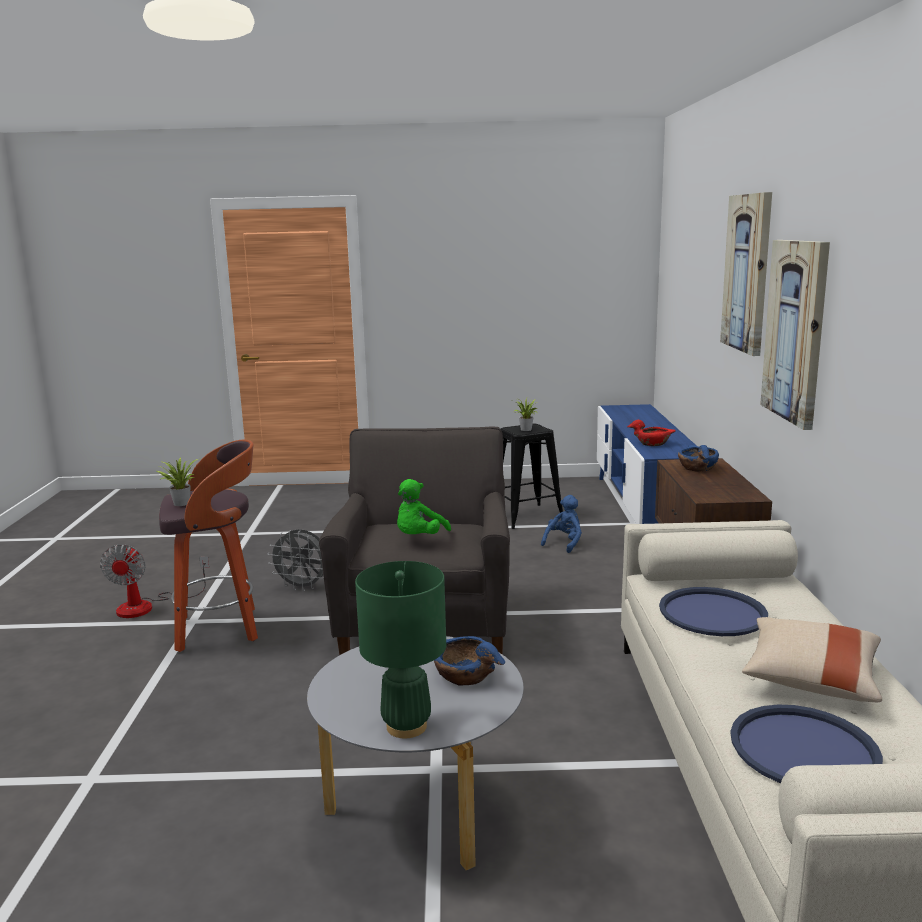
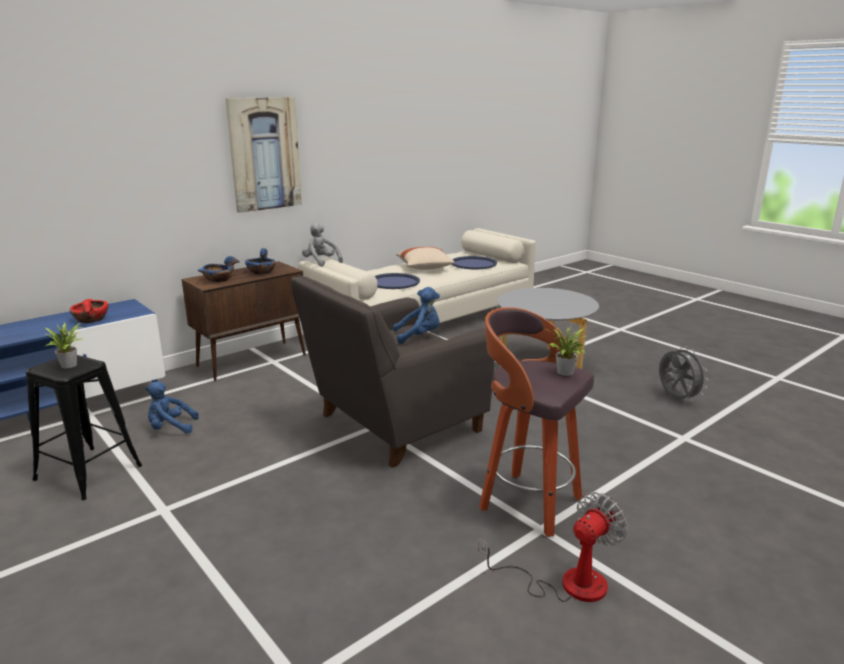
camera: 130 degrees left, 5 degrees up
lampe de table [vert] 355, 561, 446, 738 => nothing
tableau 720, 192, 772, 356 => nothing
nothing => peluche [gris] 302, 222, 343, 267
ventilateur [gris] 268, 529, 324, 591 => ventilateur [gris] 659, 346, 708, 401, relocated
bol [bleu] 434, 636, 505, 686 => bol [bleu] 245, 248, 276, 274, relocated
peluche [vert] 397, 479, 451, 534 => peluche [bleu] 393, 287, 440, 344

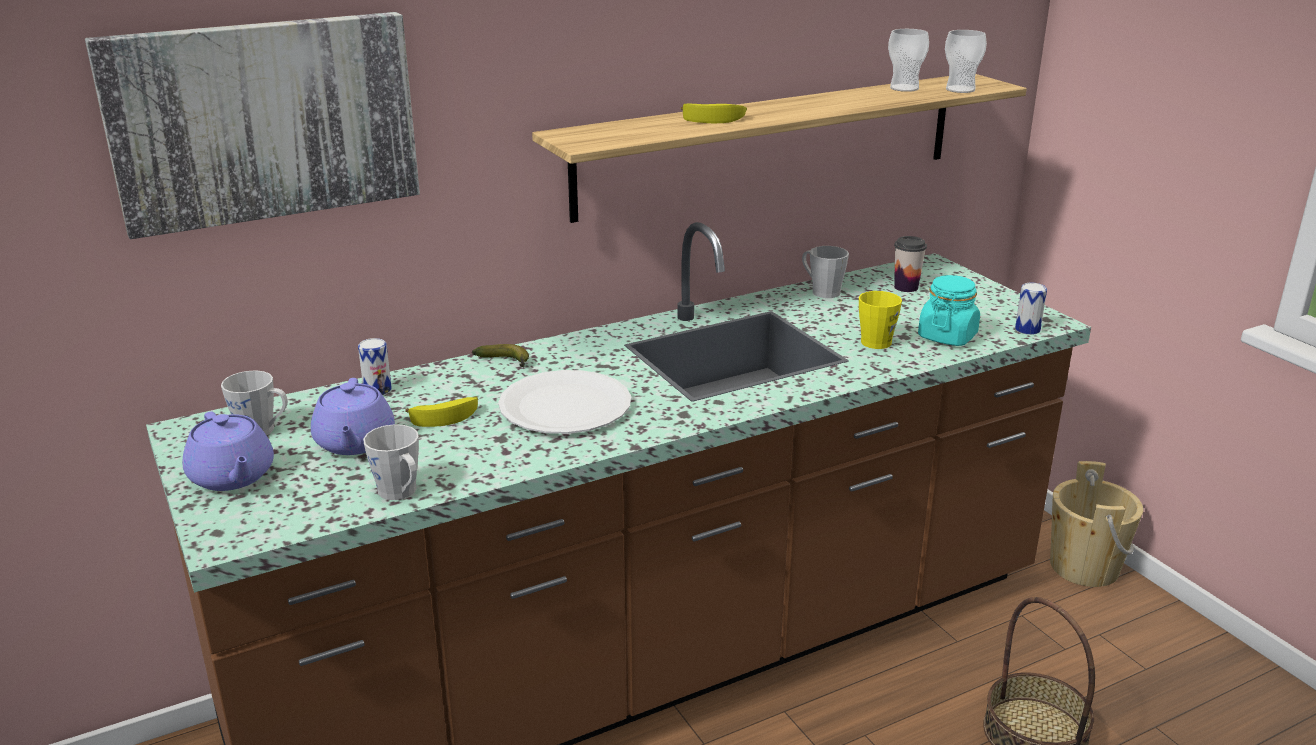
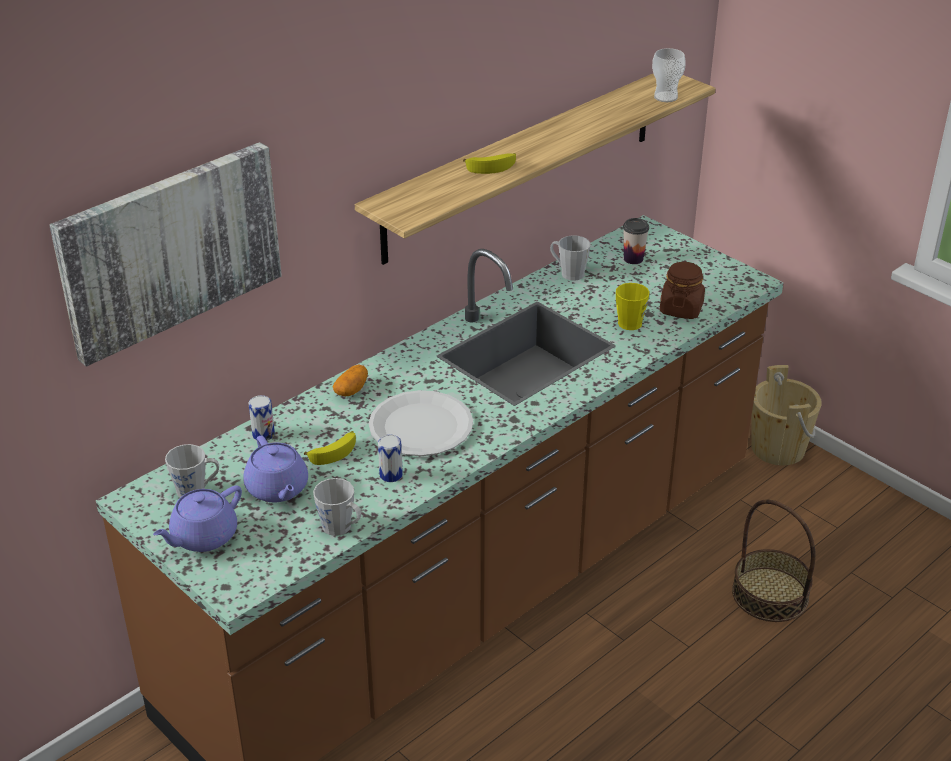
camera: 15 degrees left, 10 degrees up
tasse 888, 29, 929, 92 => nothing
boîte métallique 1015, 283, 1047, 335 => boîte métallique 378, 435, 403, 482, relocated
banane 472, 344, 529, 367 => pomme de terre 333, 364, 368, 396
bocal [turquoise] 918, 275, 980, 346 => bocal [marron] 660, 262, 705, 319
théière [violet] 183, 411, 274, 491 => théière [violet] 153, 485, 242, 552, 90 degrees clockwise

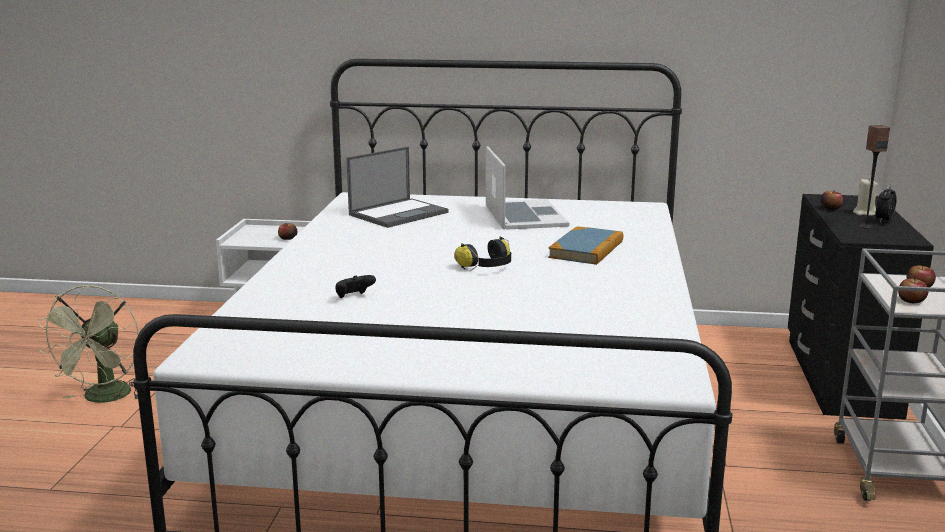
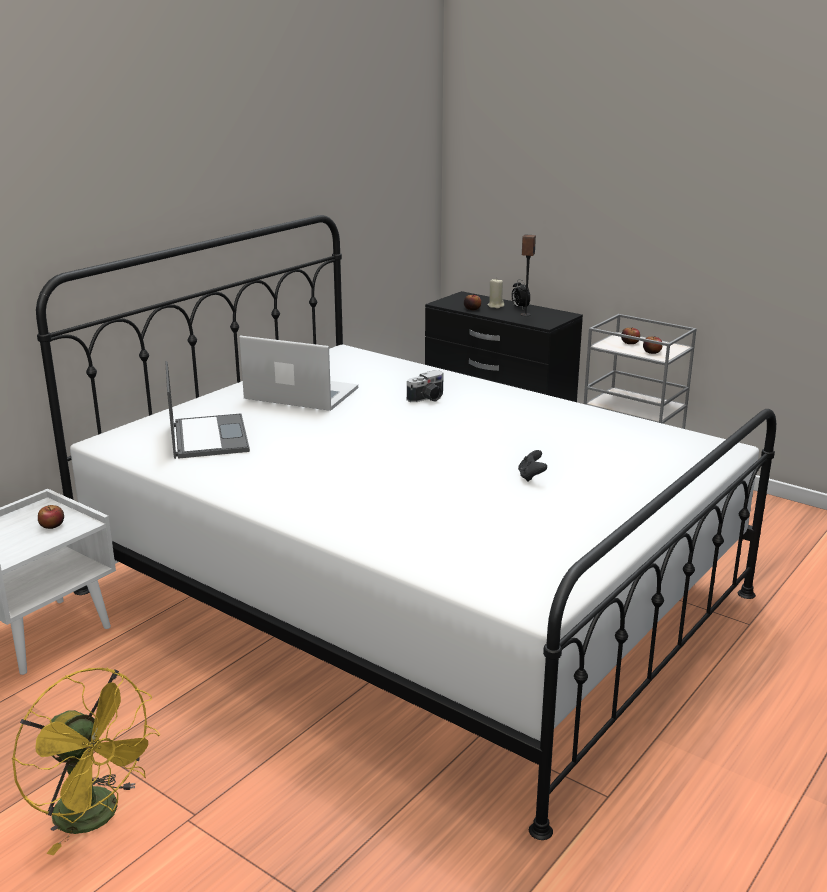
camera: 60 degrees left, 5 degrees up
casque audio 454, 237, 511, 271 => nothing
manette [noir] 335, 275, 376, 298 => manette [noir] 518, 450, 547, 482, relocated
livre 548, 226, 623, 265 => appareil photo 407, 370, 444, 402
ventilateur [vert] 38, 285, 139, 403 => ventilateur [jaune] 12, 668, 160, 855

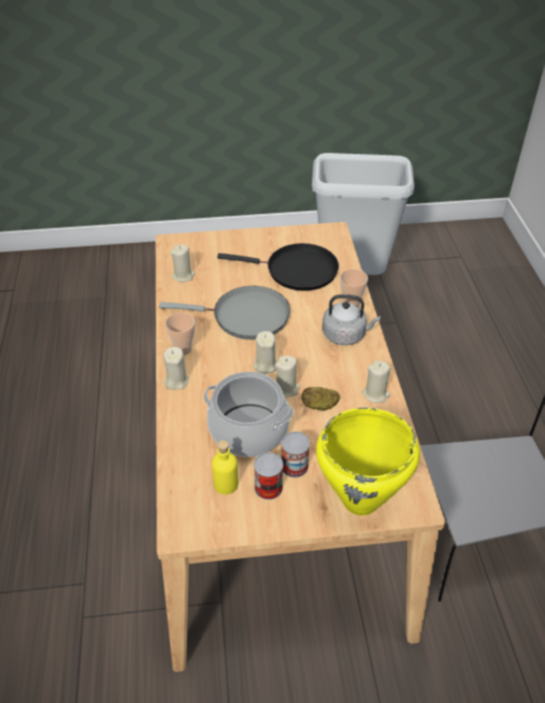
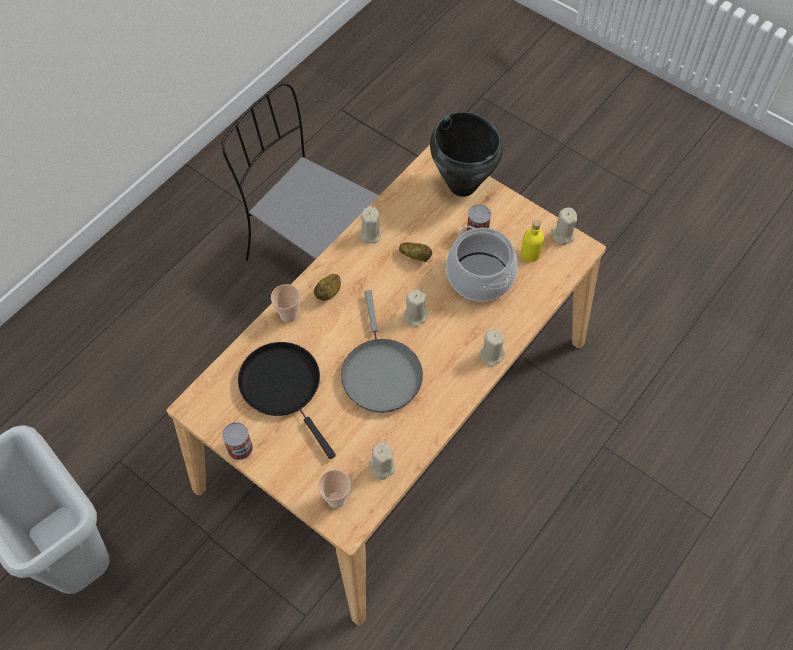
camera: 135 degrees left, 15 degrees up
tasse 165, 312, 195, 355 => tasse 318, 470, 351, 508, relocated
boîte métallique 254, 452, 283, 500 => boîte métallique 222, 422, 253, 460, relocated
bougie [beige] 275, 355, 300, 398 => bougie [beige] 551, 208, 577, 245, relocated
bouilloire [gris] 322, 294, 381, 345 => pomme de terre 314, 274, 341, 301
marmite [jaune] 316, 408, 420, 516 => marmite [noir] 430, 112, 503, 197
poêle [gris] 159, 286, 290, 340 => poêle [gris] 341, 290, 423, 413, 150 degrees counterclockwise

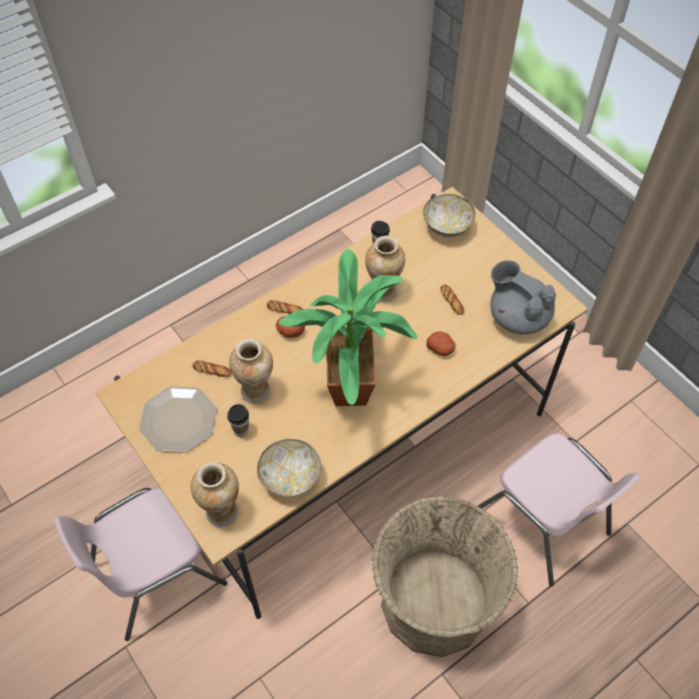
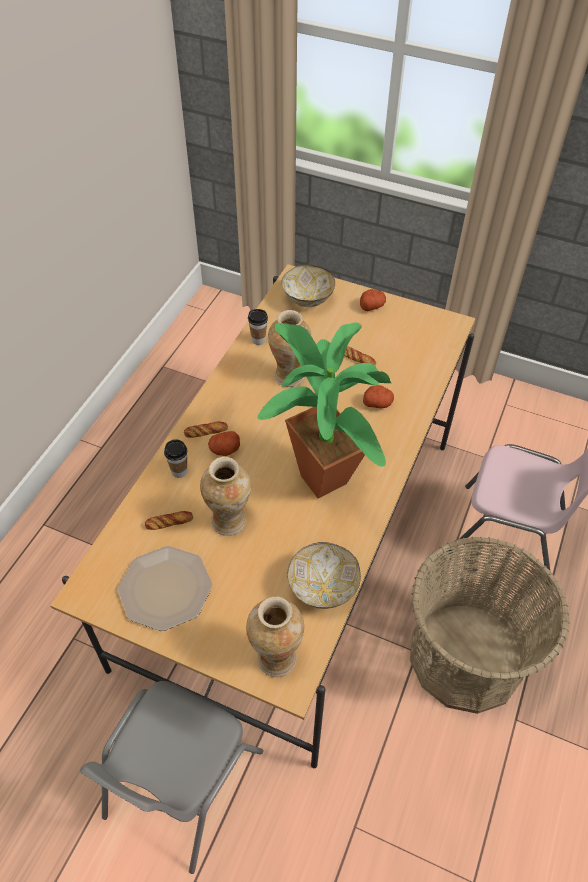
camera: 30 degrees left, 5 degrees down
théière [gris] 490, 260, 556, 334 => nothing
nothing => pomme de terre 360, 289, 386, 311
tasse 227, 404, 249, 437 => tasse 164, 439, 187, 478, relocated
chaise [rose] 53, 488, 228, 641 => chaise [gris] 80, 681, 263, 874

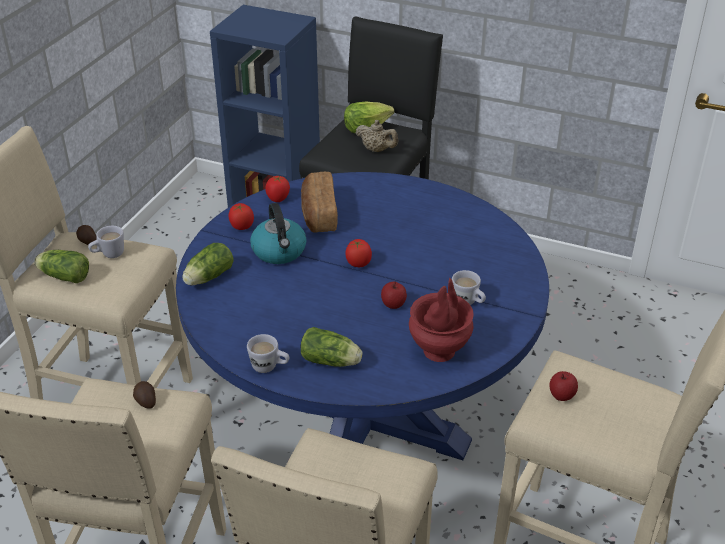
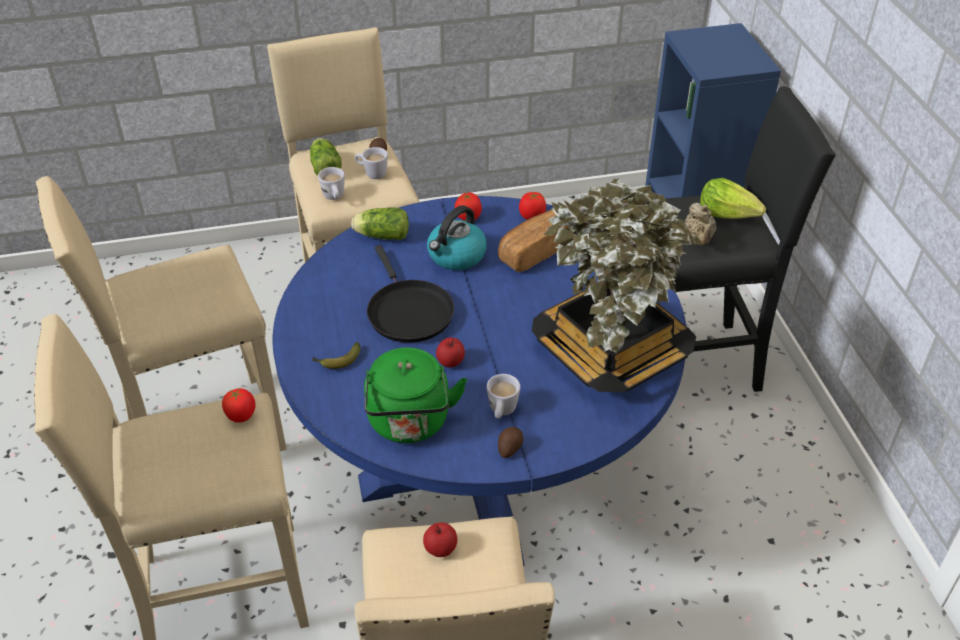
camera: 55 degrees right, 5 degrees up
nothing => poêle [noir] 367, 245, 454, 343
nothing => plante en pot 532, 179, 710, 392
pomme de terre 133, 381, 156, 409 => pomme de terre 498, 427, 523, 458, relocated
mug [blanc] 247, 334, 289, 373 => mug [blanc] 318, 167, 345, 200, relocated
tomate 345, 239, 372, 267 => tomate 222, 388, 256, 423, relocated
laitue 301, 327, 363, 367 => banane 312, 342, 361, 369
vase [rouge] 409, 278, 474, 362 => bouilloire [vert] 364, 347, 467, 443

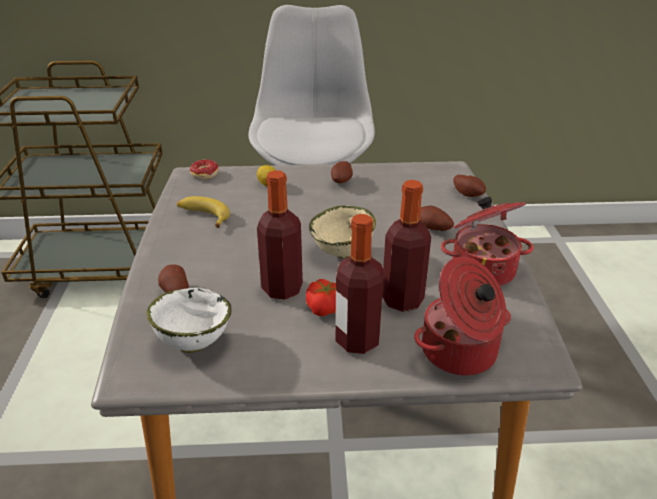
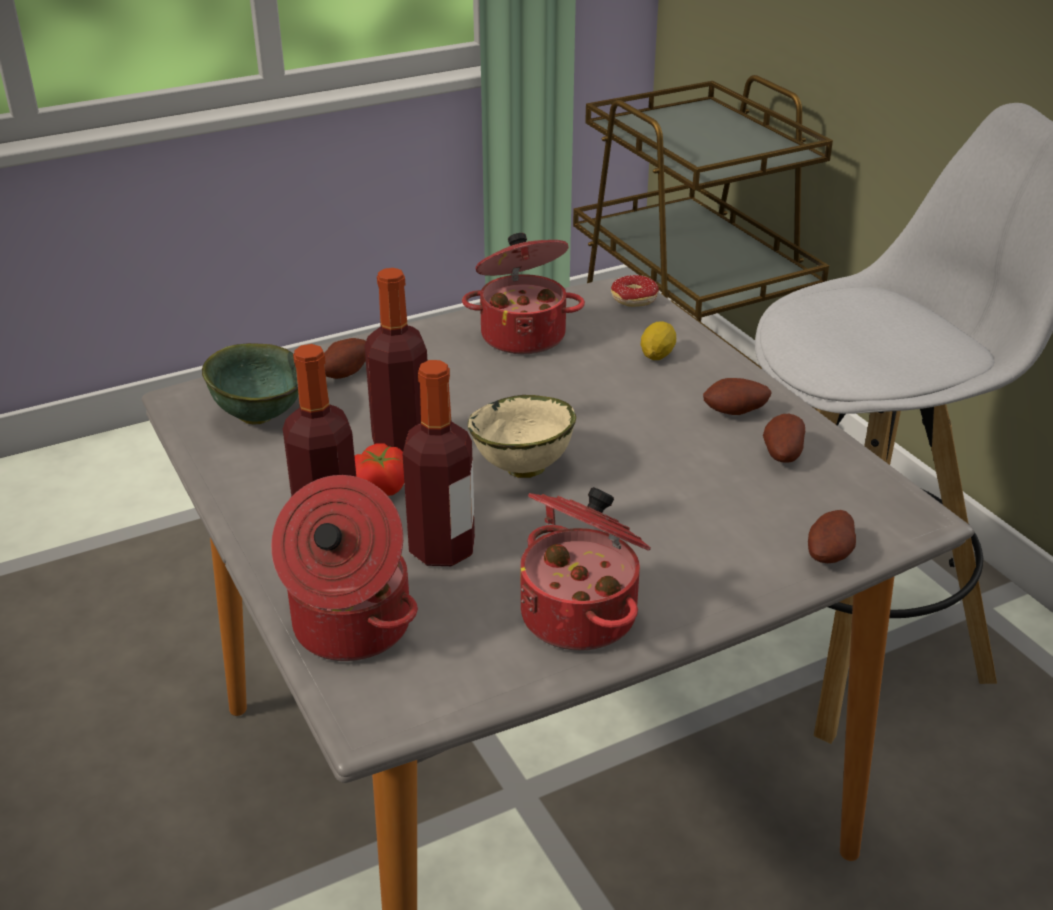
camera: 65 degrees right, 0 degrees up
pomme de terre 420, 206, 454, 231 => pomme de terre 763, 414, 805, 463, relocated
banane 177, 196, 230, 228 => marmite 462, 233, 585, 354
bol [blanc] 147, 288, 232, 353 => bol [vert] 202, 343, 299, 425

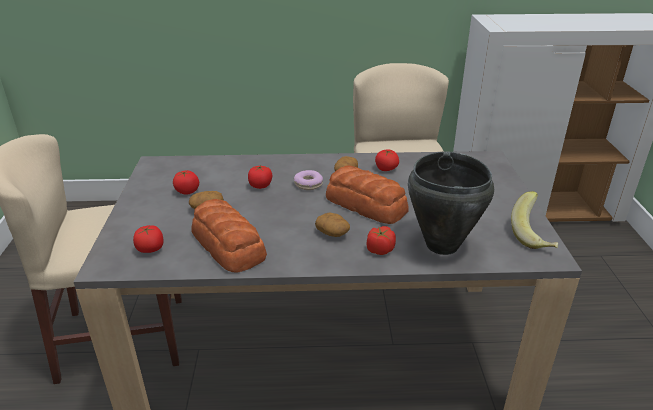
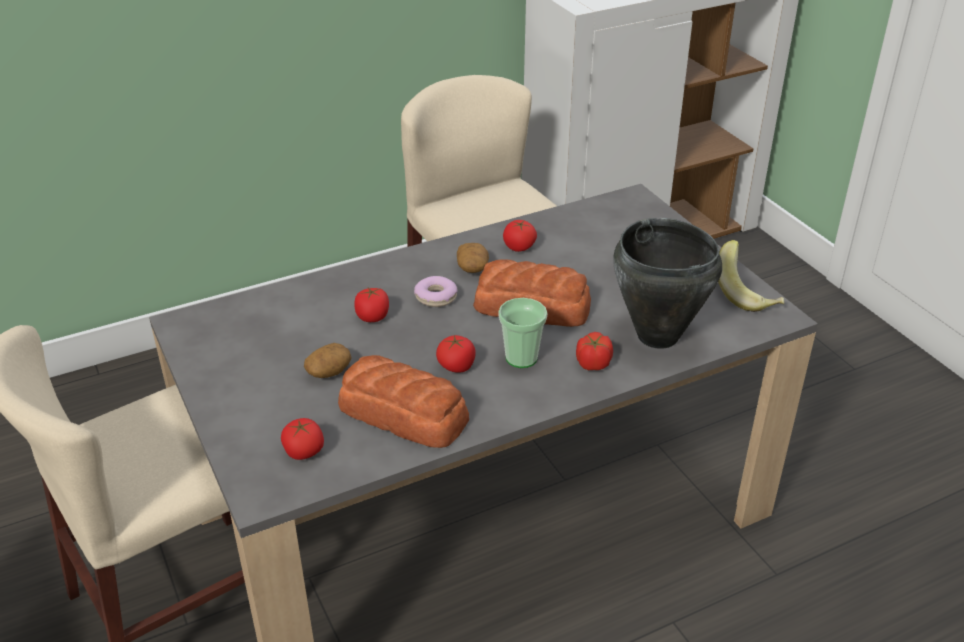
camera: 25 degrees left, 5 degrees up
tomate 173, 170, 199, 195 => tomate 436, 335, 476, 373, relocated
pomme de terre 315, 213, 350, 237 => tasse 498, 298, 547, 368

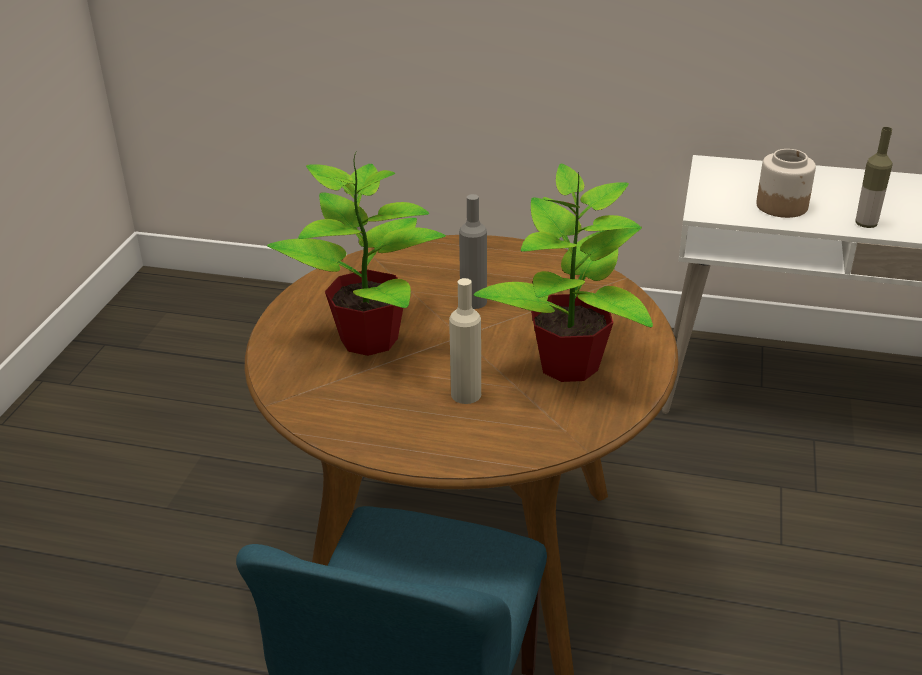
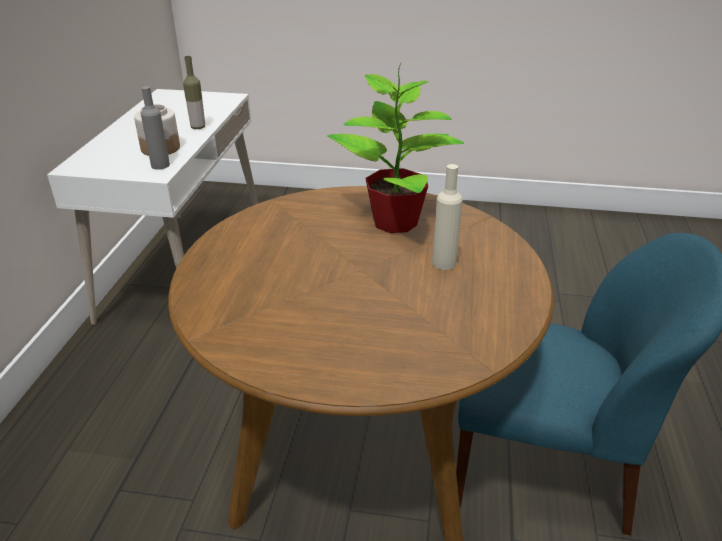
camera: 95 degrees left, 0 degrees up
plante en pot 267, 151, 446, 356 => nothing
bouteille [gris] 459, 194, 487, 309 => bouteille [gris] 141, 86, 170, 169, relocated

